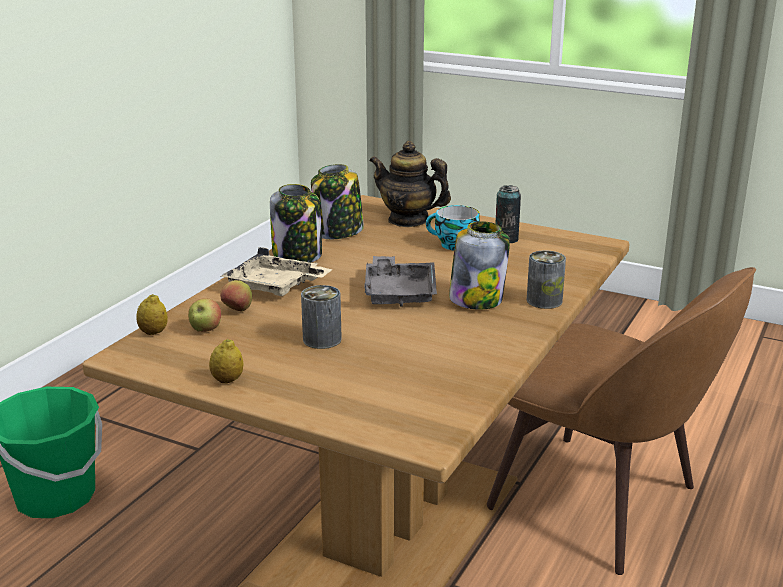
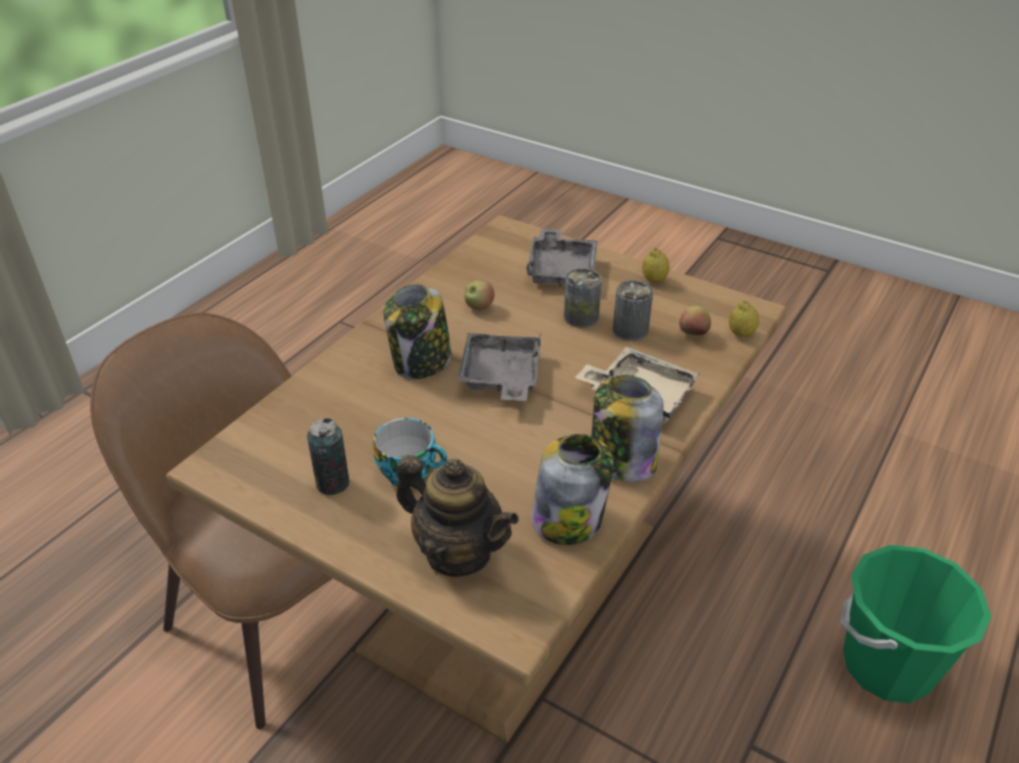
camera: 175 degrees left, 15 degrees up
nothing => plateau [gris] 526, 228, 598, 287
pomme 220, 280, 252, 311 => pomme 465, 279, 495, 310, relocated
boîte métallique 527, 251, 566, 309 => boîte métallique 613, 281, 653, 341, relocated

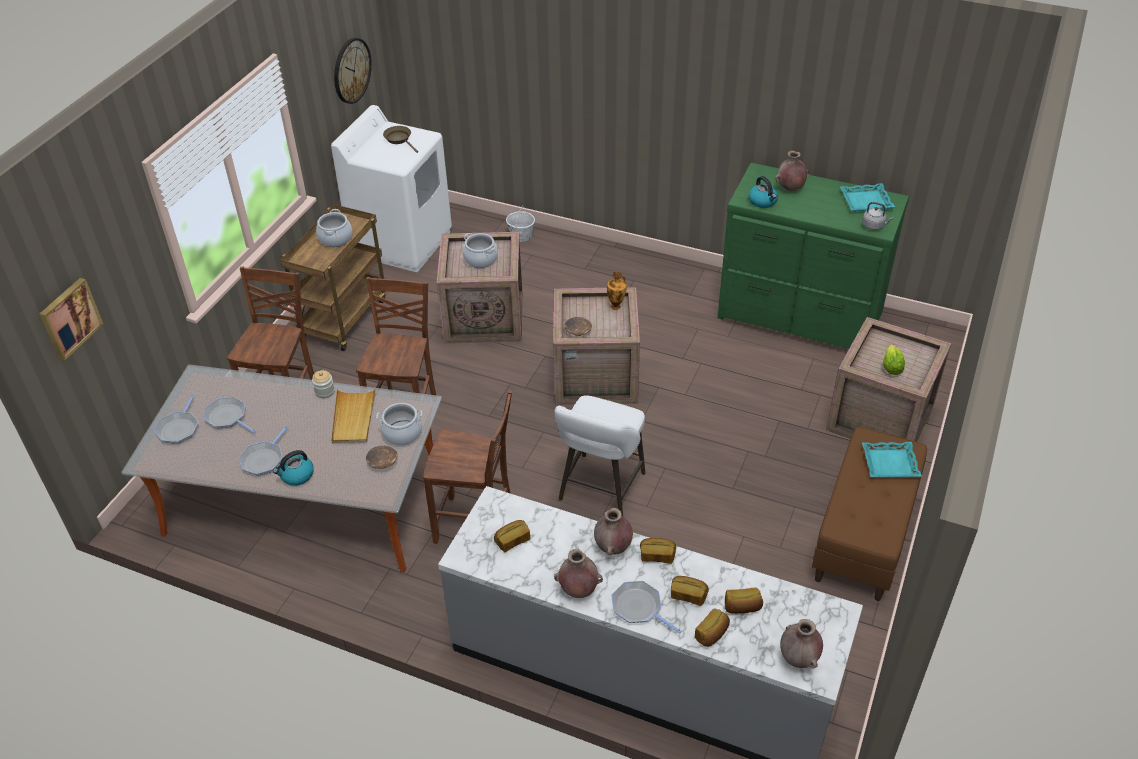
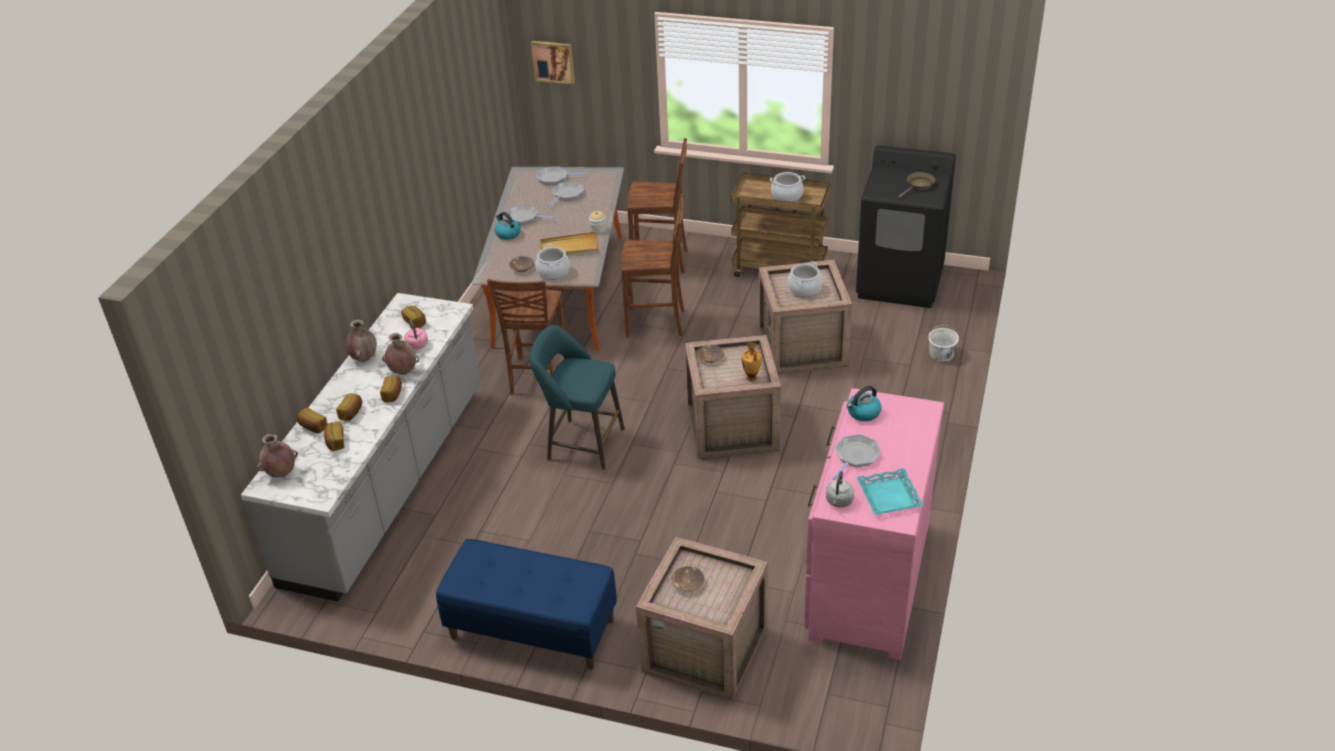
camera: 85 degrees right, 5 degrees down
horloge murale 334, 38, 372, 104 => nothing
vase [marron] 775, 150, 810, 192 => nothing
plateau [turquoise] 862, 442, 922, 477 => nothing
nothing => bouilloire [rose] 404, 320, 428, 350
poêle 612, 581, 682, 634 => poêle 833, 435, 881, 480, relocated
laitue 883, 344, 905, 375 => bol [marron] 672, 566, 704, 592
lave-linge [blanc] 331, 105, 452, 272 => lave-linge [noir] 856, 145, 956, 308
tabouret [blanc] 554, 395, 645, 516 => tabouret [turquoise] 530, 325, 625, 470
commode [vert] 717, 163, 909, 349 => commode [rose] 804, 388, 944, 660
banc [marron] 812, 426, 927, 601 => banc [bleu] 436, 539, 617, 670

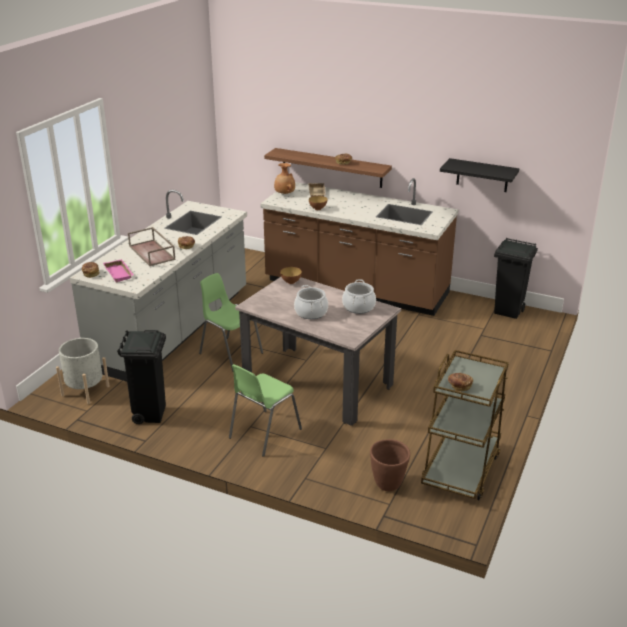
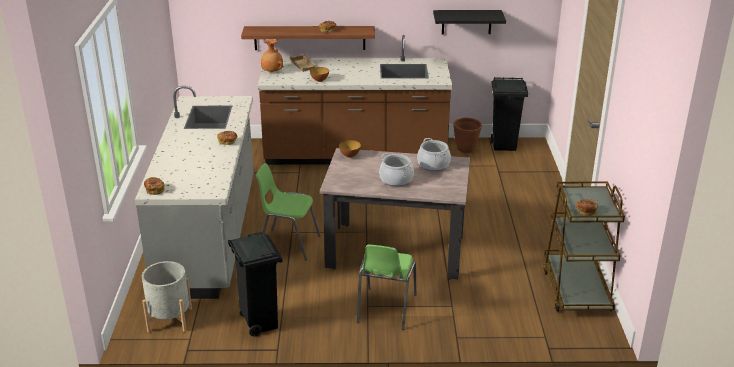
camera: 25 degrees left, 0 degrees up
plateau [rose] 103, 259, 134, 283 => nothing
plateau [marron] 128, 227, 176, 266 => nothing
cache-pot [marron] 370, 439, 410, 491 => cache-pot [marron] 453, 118, 482, 153, relocated

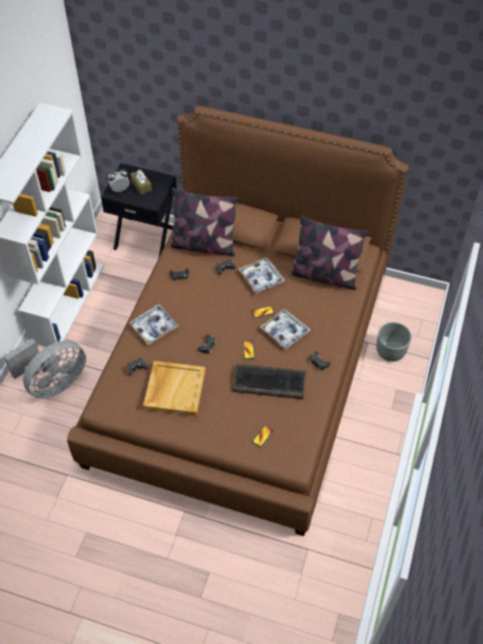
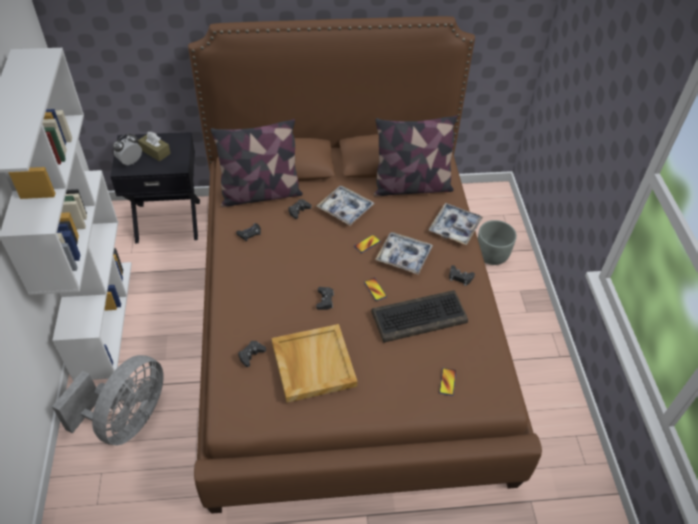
camera: 25 degrees left, 5 degrees down
plateau 130, 304, 179, 345 => plateau 429, 203, 483, 245, relocated

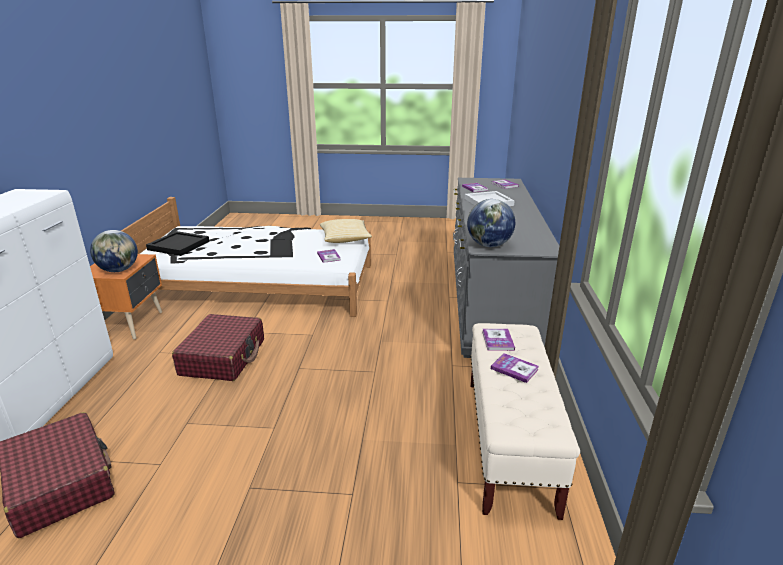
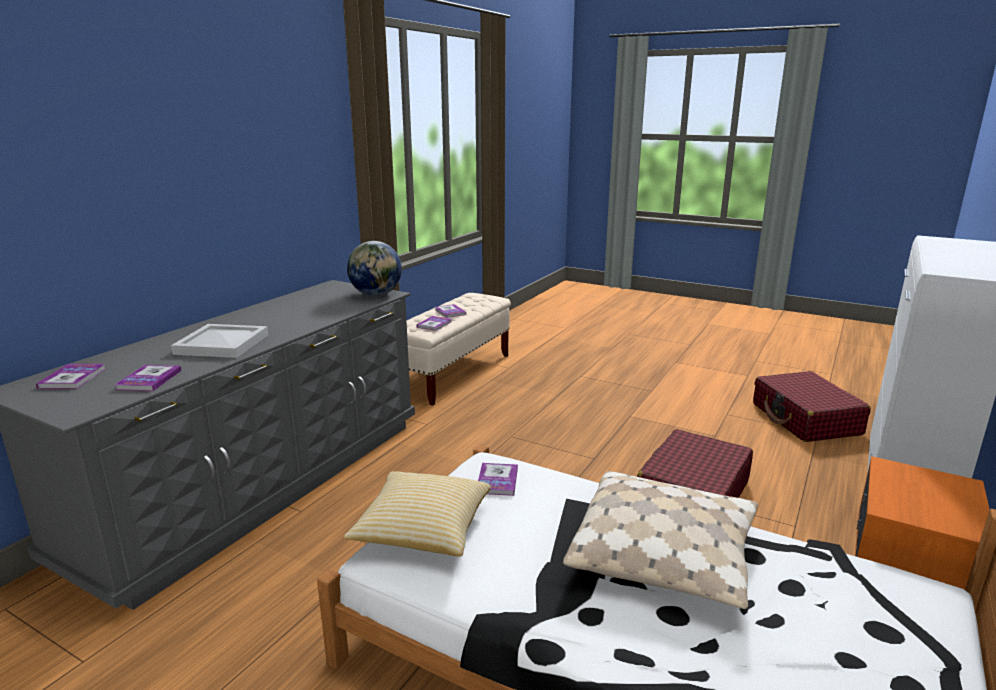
camera: 155 degrees left, 5 degrees down
globe 90, 230, 138, 272 => nothing
plateau [noir] 146, 231, 210, 256 => nothing
nothing => coussin [beige] 563, 471, 758, 609

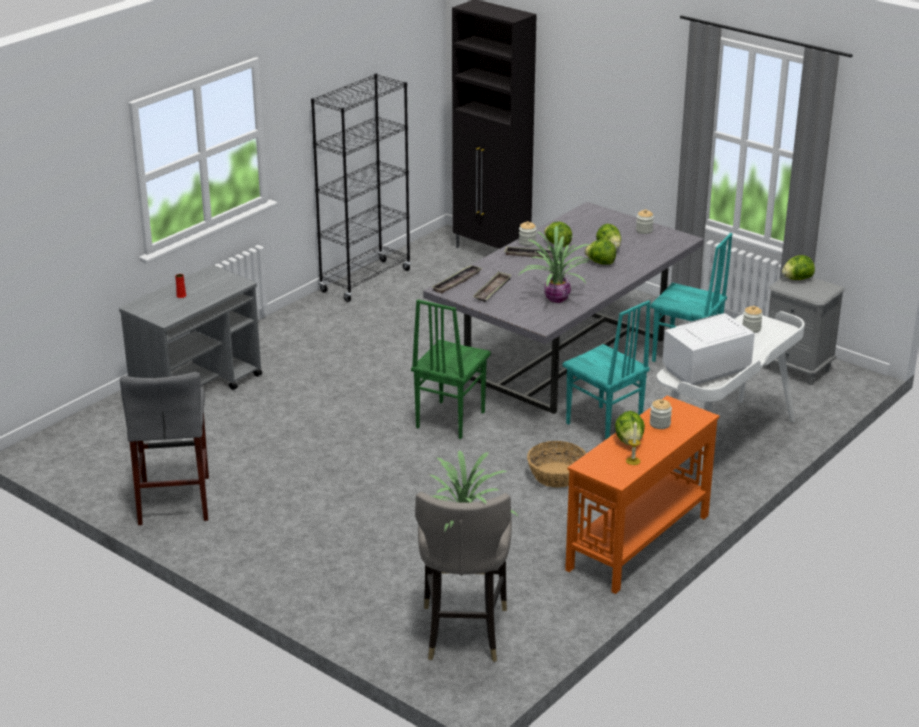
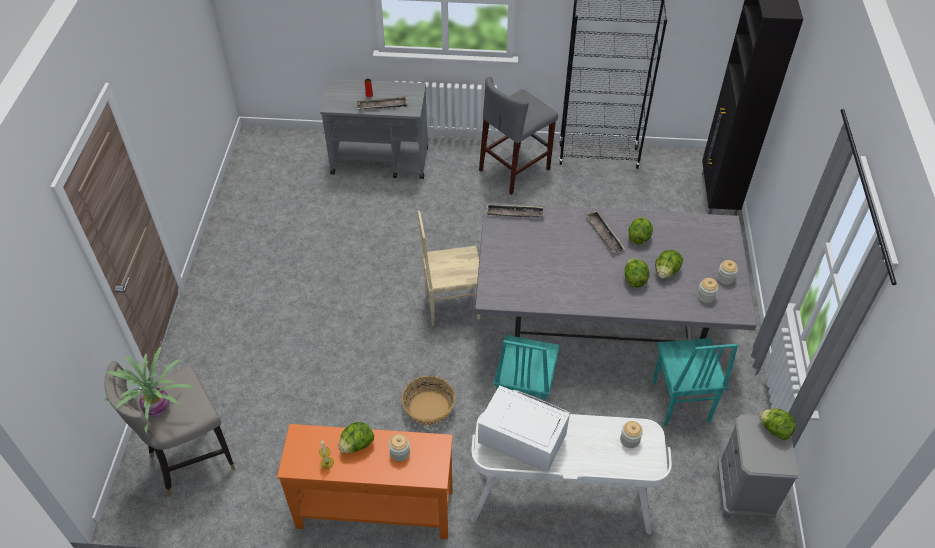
camera: 55 degrees right, 20 degrees up
plante en pot 519, 226, 591, 303 => nothing
tabouret [gris] 120, 372, 209, 525 => tabouret [gris] 479, 77, 558, 195, relocated
plateau 473, 271, 512, 302 => plateau 356, 96, 408, 110, relocated
bocal 519, 221, 537, 246 => bocal 697, 278, 718, 303, relocated
chaise [vert] 411, 299, 491, 439 => chaise [beige] 418, 210, 480, 326

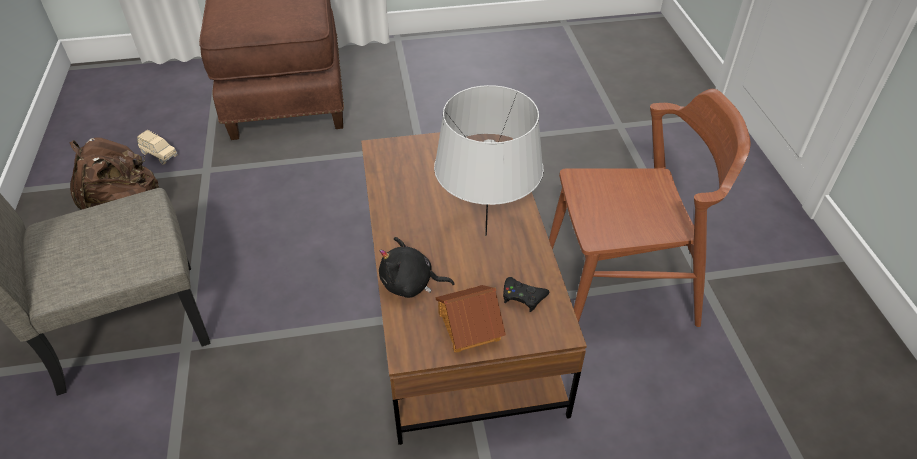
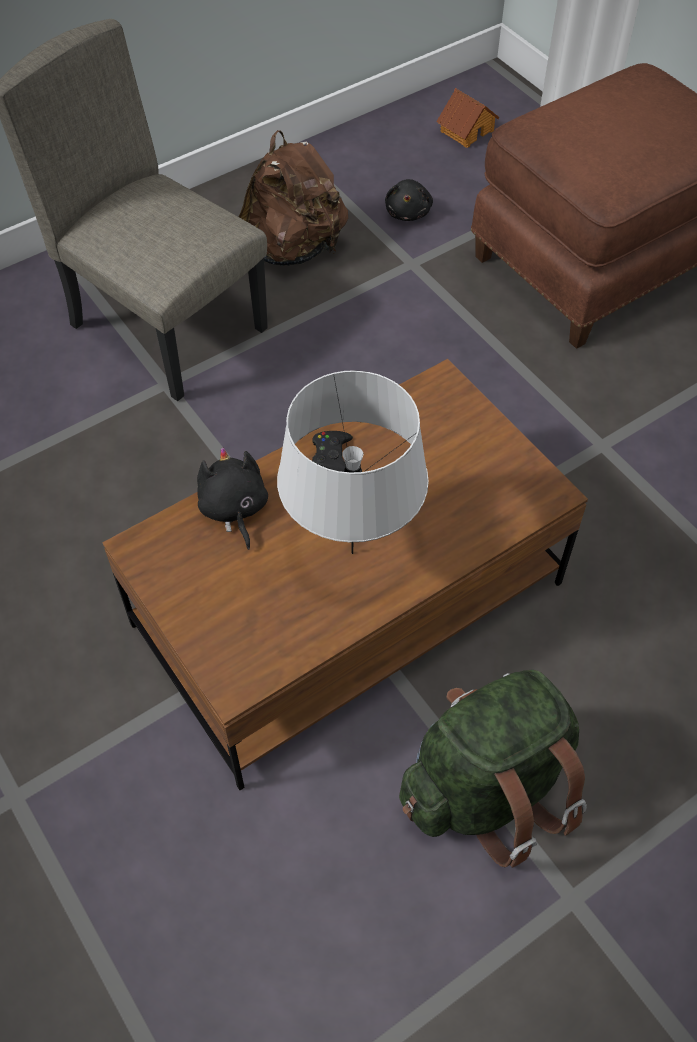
camera: 65 degrees right, 10 degrees up
maison miniature 435, 285, 506, 353 => maison miniature 436, 88, 499, 148, relocated
manette [noir] 503, 277, 550, 312 => manette [noir] 312, 431, 353, 472, relocated
petite voiture [beige] 137, 130, 177, 165 => peluche [noir] 385, 179, 433, 221
chaise [marron] 549, 89, 751, 327 => sac à dos [vert] 399, 669, 587, 868

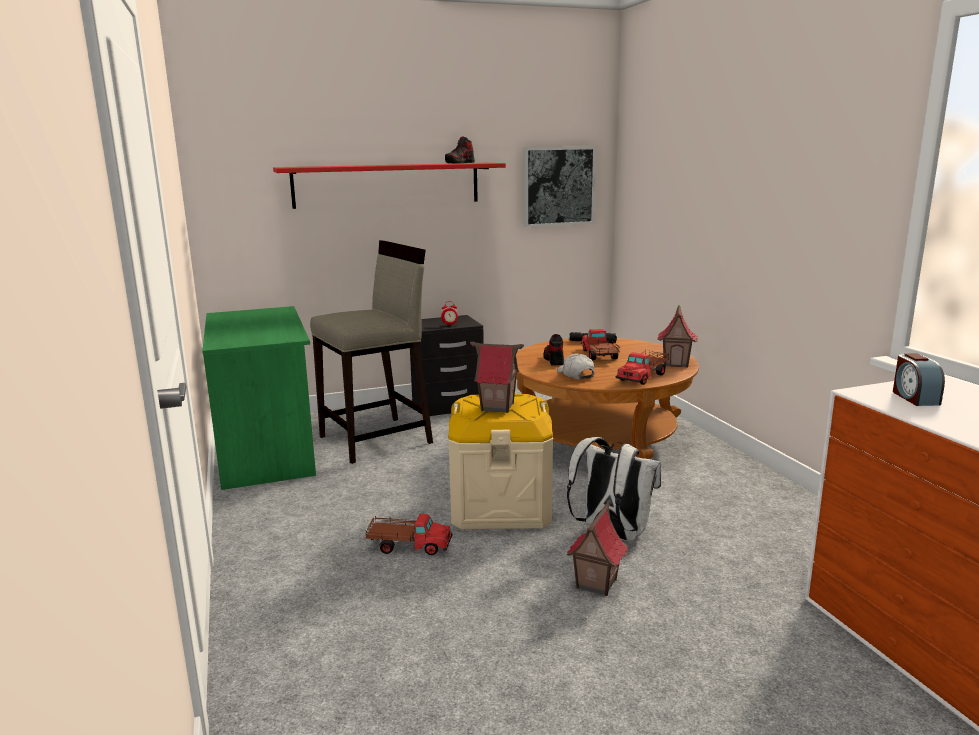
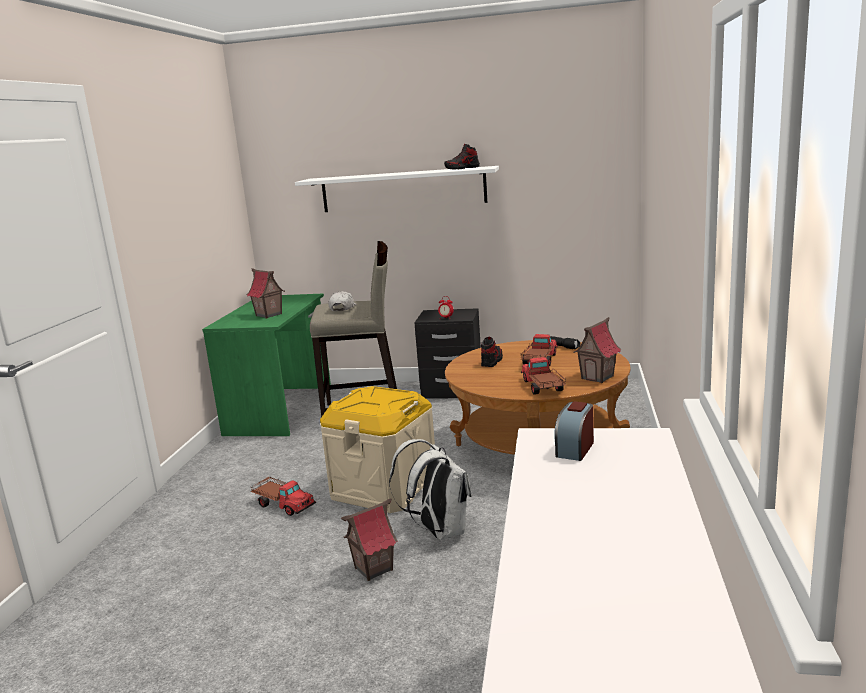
camera: 30 degrees right, 0 degrees up
tableau 523, 146, 596, 227 => nothing
maison miniature 470, 342, 524, 413 => maison miniature 246, 268, 285, 318, relocated
casquette [blanc] 557, 353, 594, 380 => casquette [blanc] 328, 291, 357, 311, relocated
étagère [rouge] 273, 163, 506, 209 => étagère [blanc] 295, 166, 499, 212
camion jouet 615, 349, 669, 385 => camion jouet 521, 357, 566, 394, 105 degrees clockwise

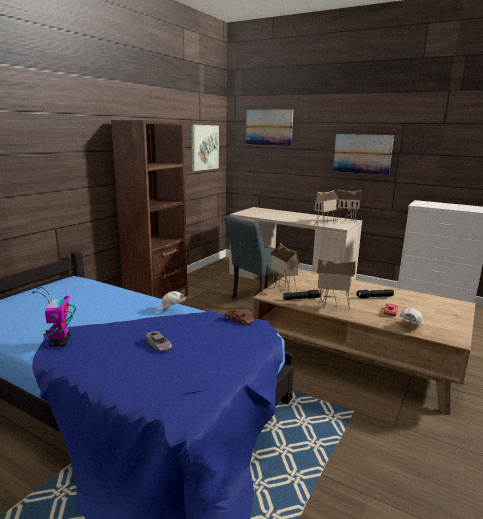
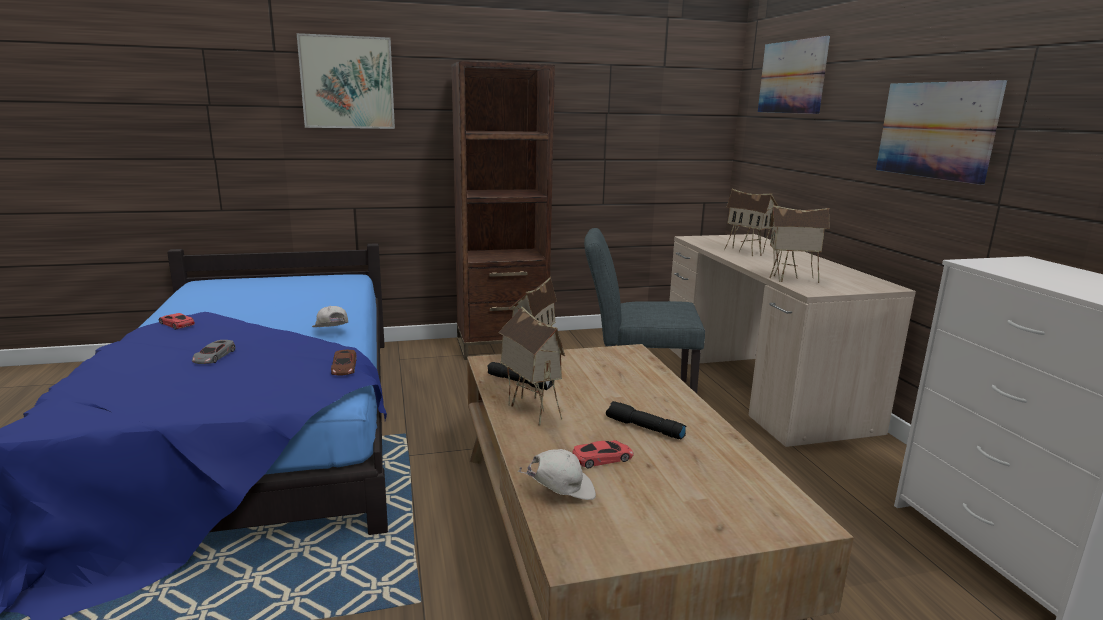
camera: 45 degrees right, 0 degrees up
tableau 191, 125, 219, 171 => tableau 297, 33, 395, 129, relocated
maison miniature 335, 190, 362, 222 => maison miniature 724, 189, 778, 256, relocated
robot jouet 32, 287, 76, 347 => petite voiture [rouge] 159, 313, 195, 330

